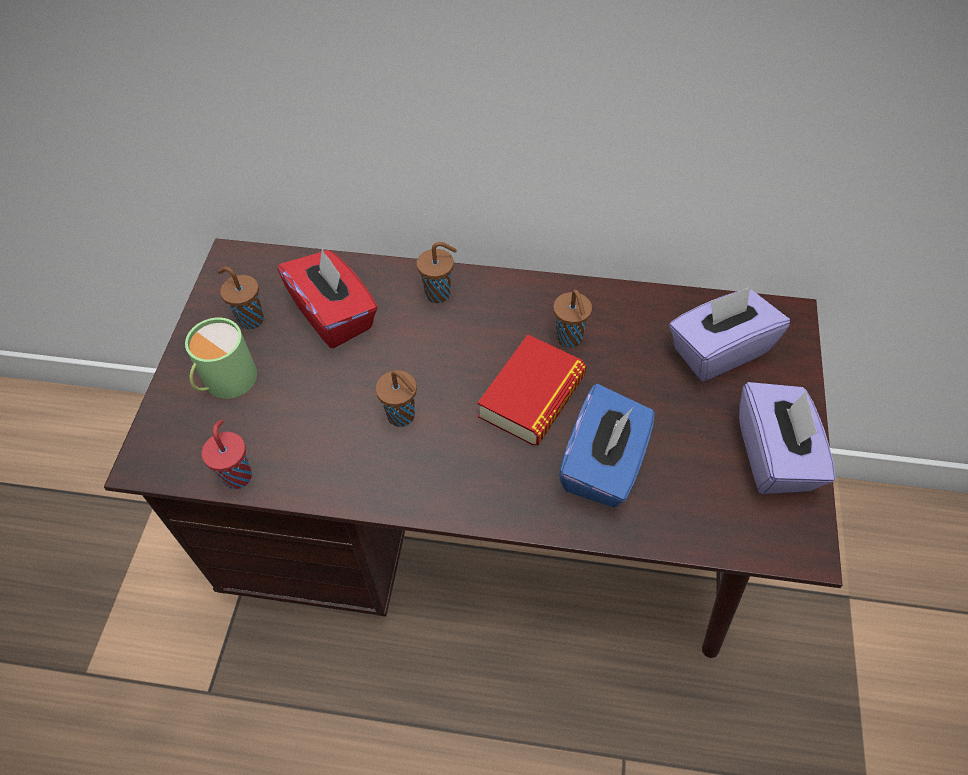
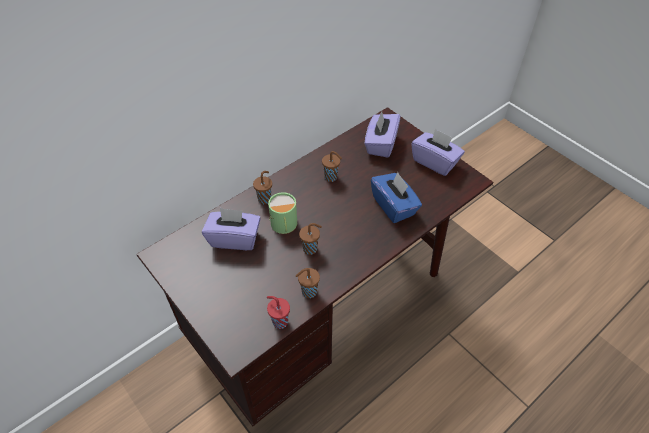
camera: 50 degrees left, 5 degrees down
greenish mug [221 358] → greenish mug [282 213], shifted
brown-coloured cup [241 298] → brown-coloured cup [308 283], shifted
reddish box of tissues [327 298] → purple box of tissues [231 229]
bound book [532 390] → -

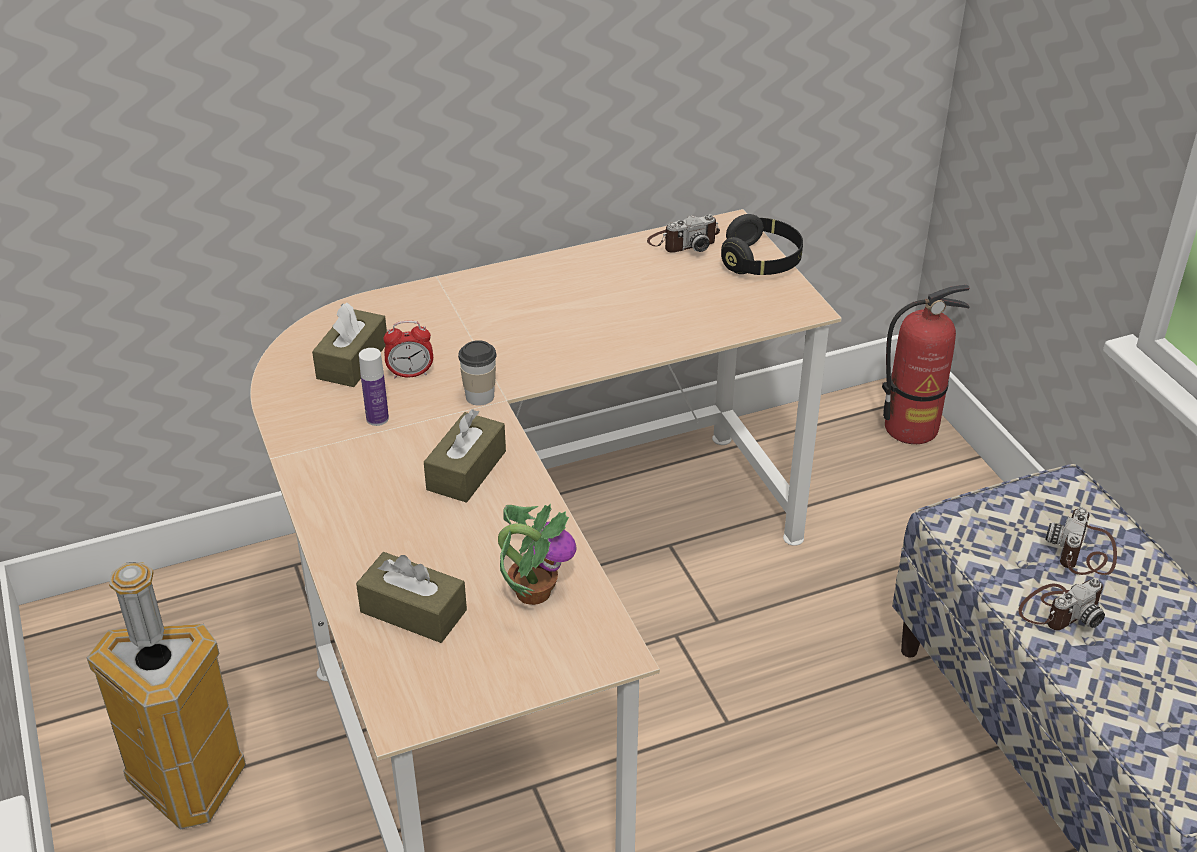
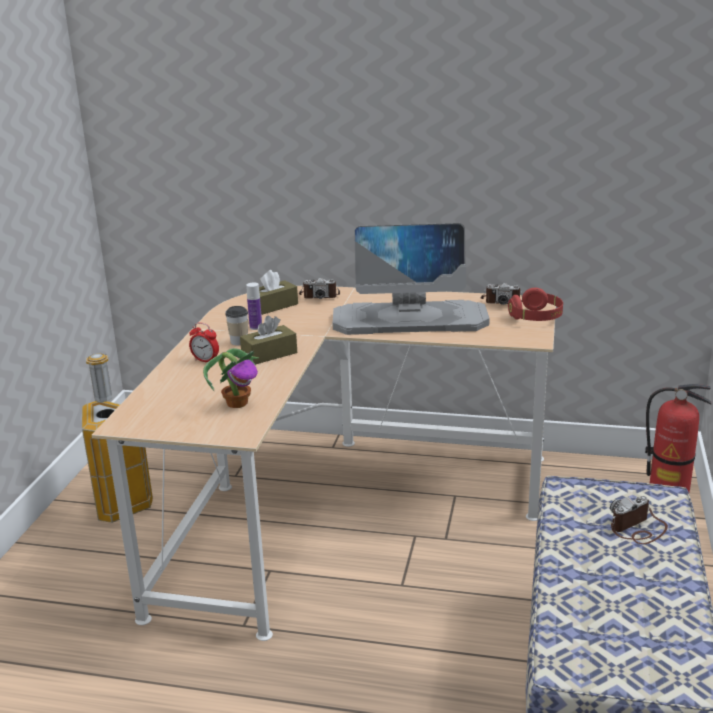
camera: 35 degrees right, 15 degrees down
brown-coloured box of tissues [411 597] → -
bedside clock [408 349] → bedside clock [204 342], shifted
cup [477 373] → cup [236 325], shifted
black headset [762 244] → reddish headset [535 304]
still camera [1061 604] → still camera [319 288], shifted
- → computer display [411 279]

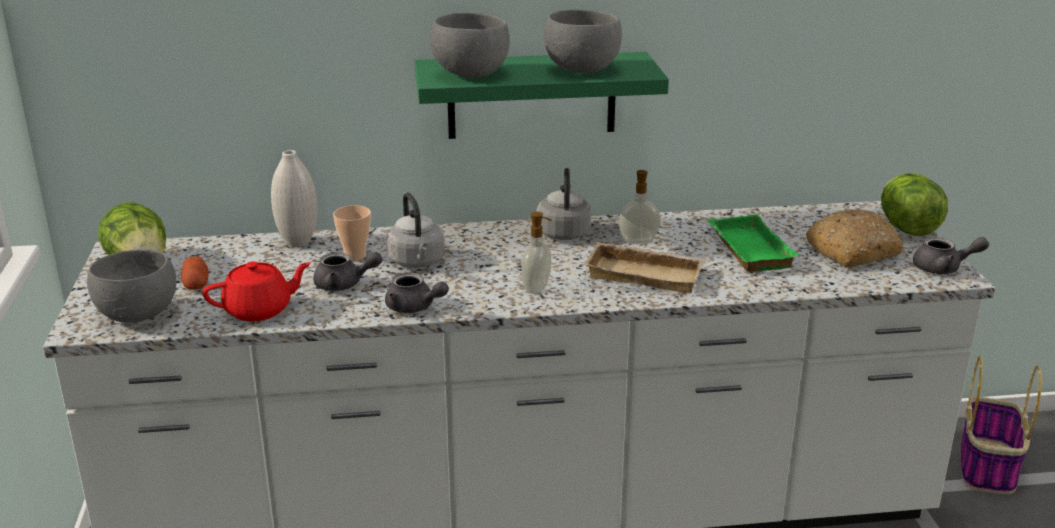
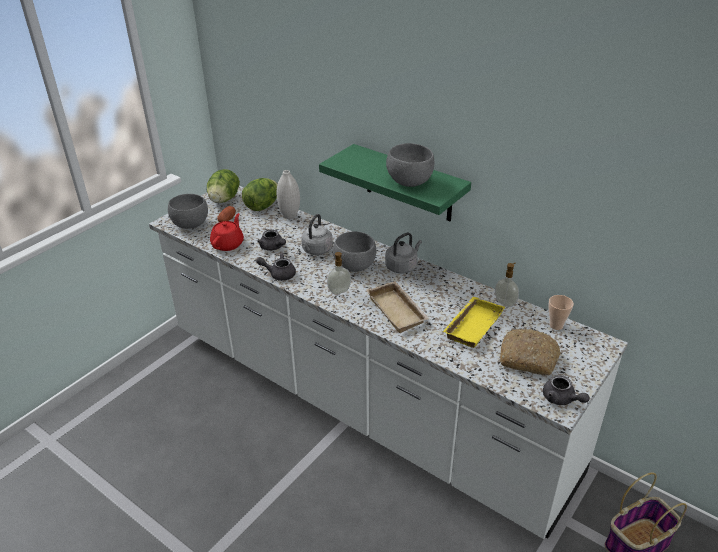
camera: 45 degrees right, 10 degrees up
reddish pot for tea [256 291] → reddish pot for tea [227 232], 90 degrees counterclockwise
cup [352 233] → cup [561 312], shifted
grey pot for tea [417 293] → grey pot for tea [276 266], 105 degrees clockwise
grey deep dish [470 45] → grey deep dish [354 251], shifted
soap bottle [639 207] → soap bottle [507 285], shifted
greenish carrying tray [753 243] → yellow-coloured carrying tray [474 322]
lettuce head [914 204] → lettuce head [260 194], shifted

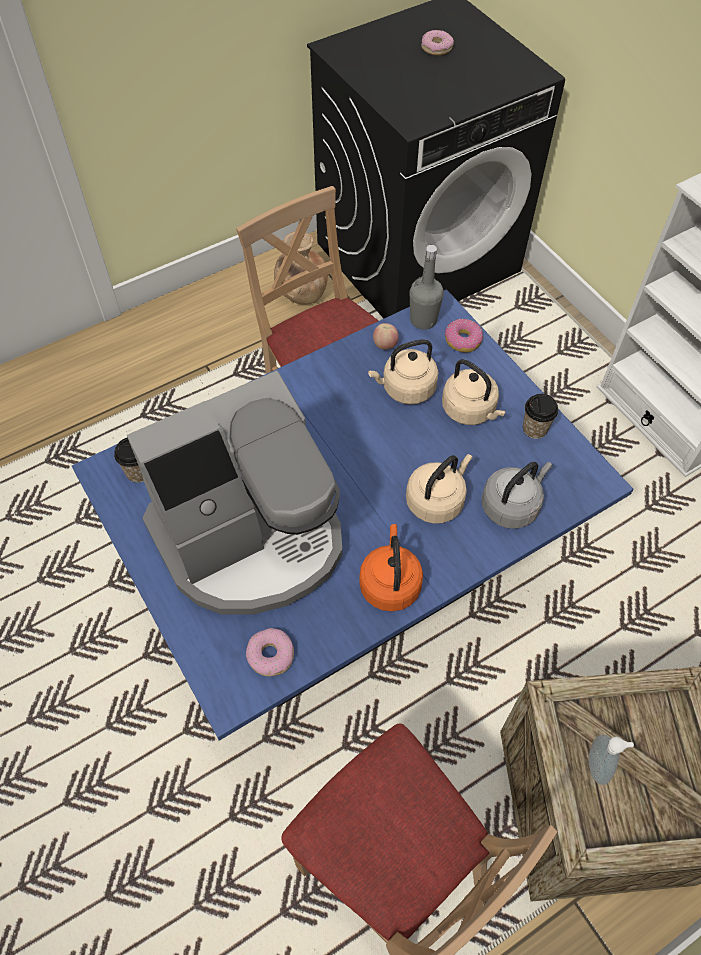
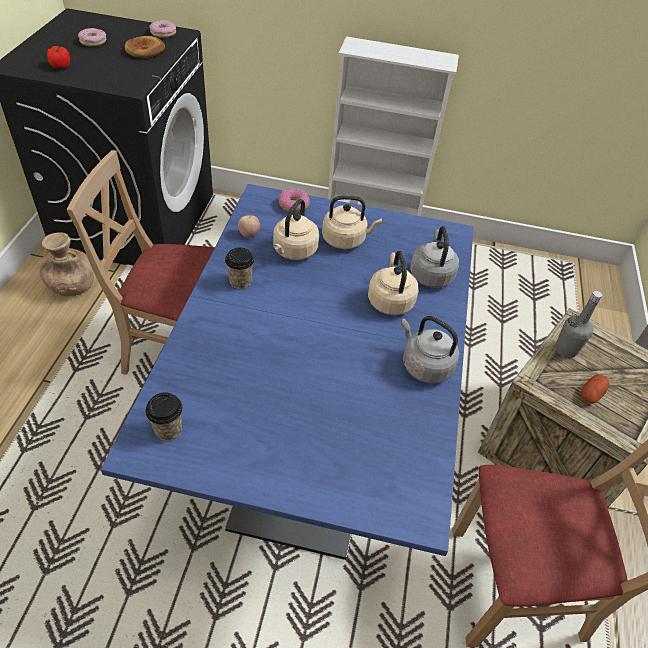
camera: 50 degrees left, 10 degrees down
coffee machine [234 492] → -
donut [270 652] → donut [162 29], shifted
orange water kettle [391 568] → grey water kettle [430 349]
grey drink bottle [427 287] → grey drink bottle [578 324], shifted
cup [540 416] → cup [239 268], shifted
soap bottle [611 759] → potato [595 389]
- → whole tomato [58 57]
- → baked bread [145 47]

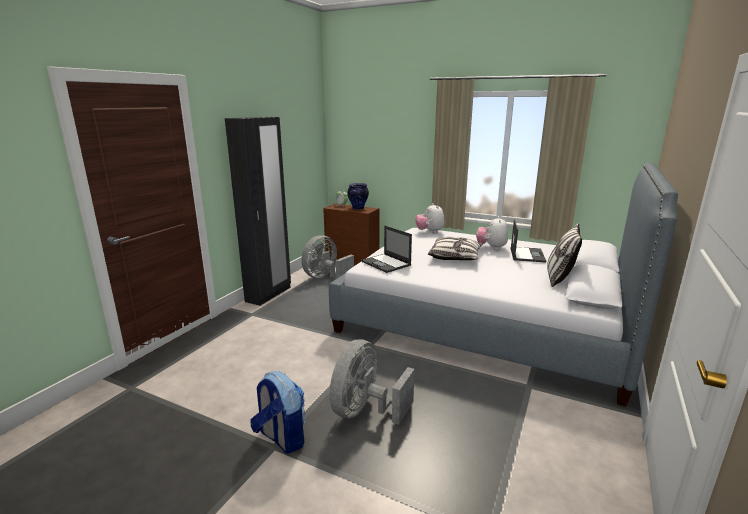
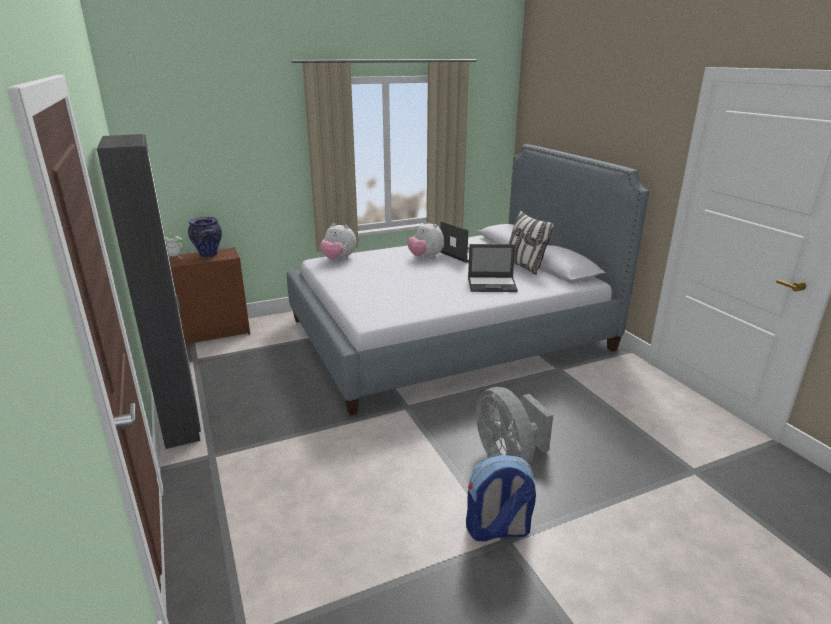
camera: 50 degrees left, 5 degrees up
grey electric fan [327 257] → -
laptop [386 249] → laptop [493 268], shifted
pillow [455 248] → -

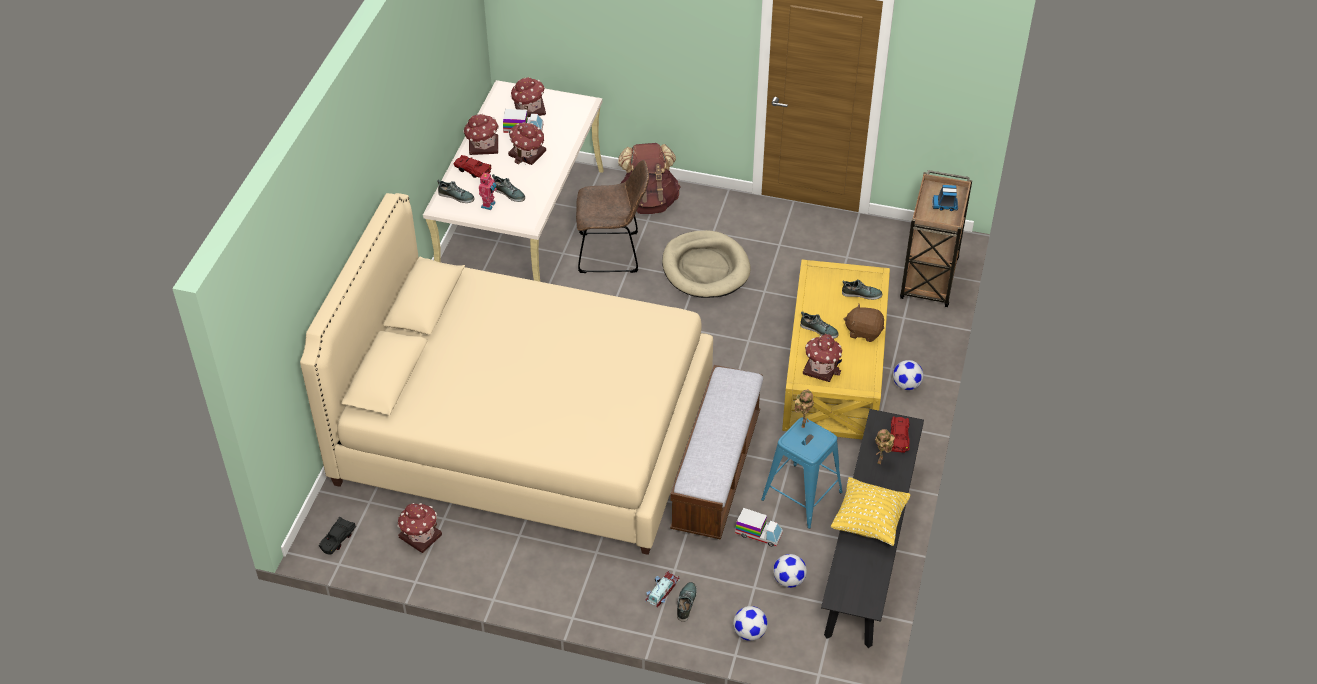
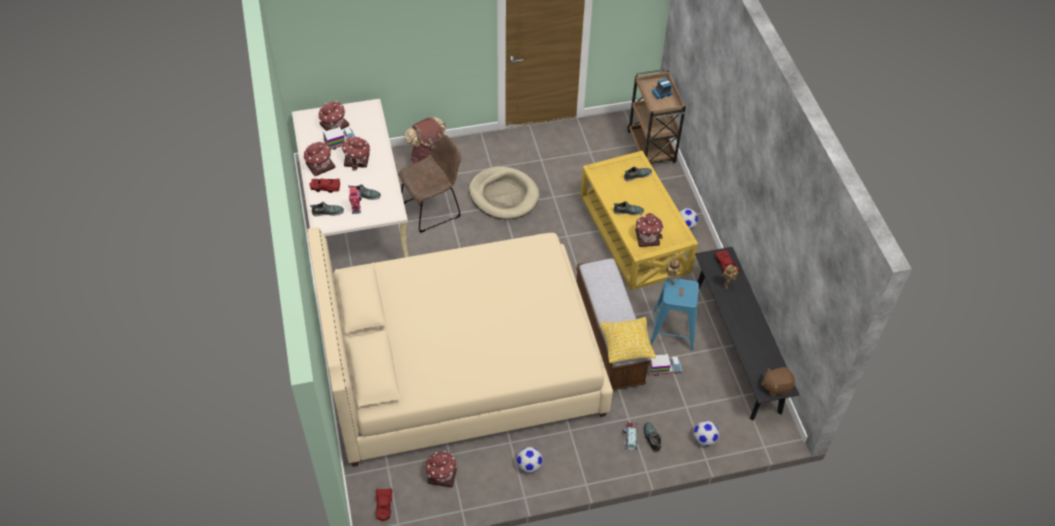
camera: 30 degrees left, 5 degrees up
black miniature car [337 535] → reddish miniature car [384 504]
football ball [790 571] → football ball [529 460], shifted
yellow-coloured pillow [870 511] → yellow-coloured pillow [628 340], shifted
brown-coloured cuddly toy [864 323] → brown-coloured cuddly toy [778 381], shifted

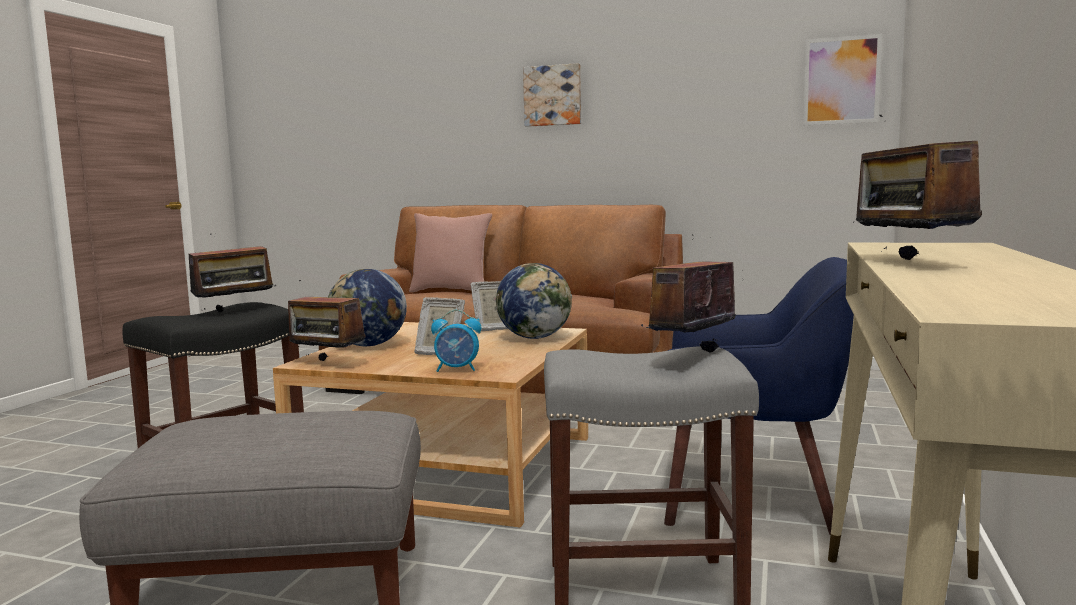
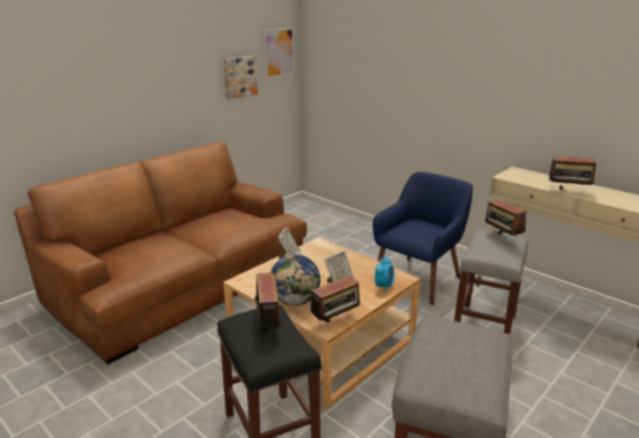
camera: 65 degrees left, 15 degrees up
pink pillow [450 252] → -
globe [534 301] → -
wall art [552 95] → wall art [241 77], shifted

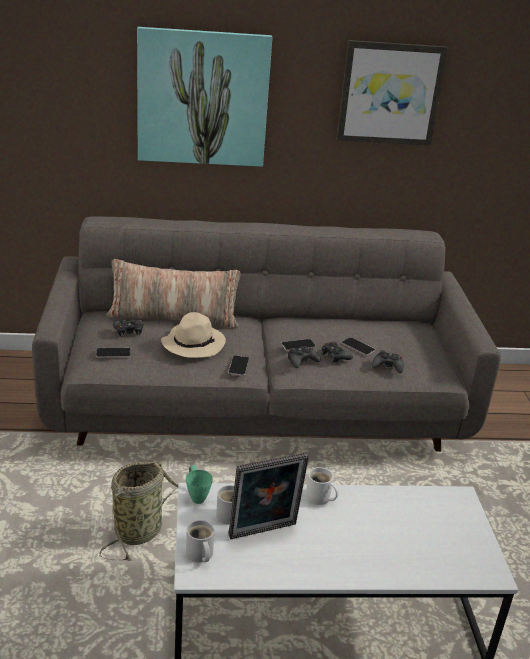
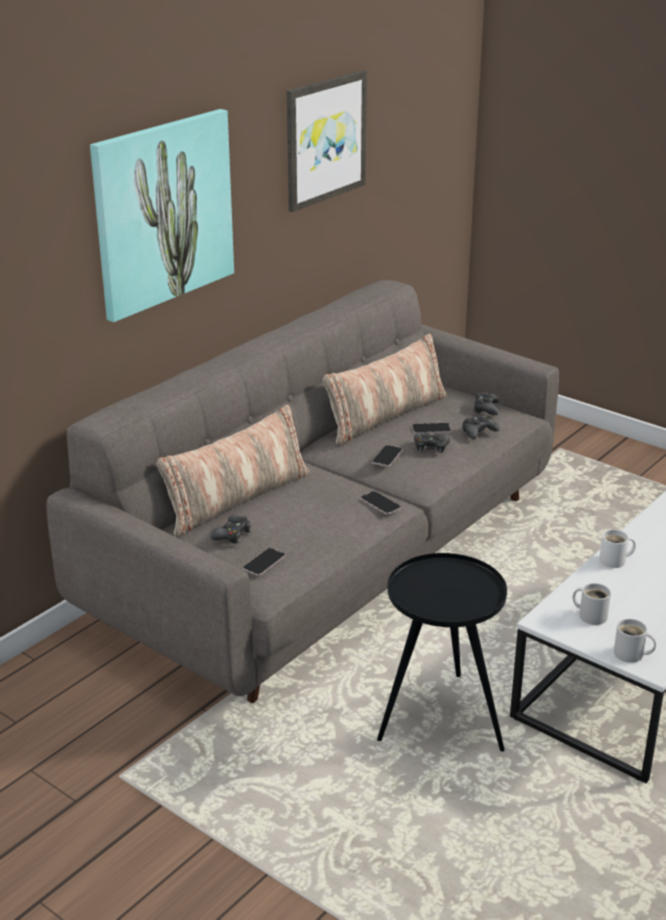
camera: 45 degrees left, 0 degrees up
storage basket [138 511] → black accent table [442 652]
sand-coloured hat [193 335] → -
greenish mug [199 484] → -
photo frame [268 496] → -
black gamepad [304 357] → black gamepad [486 404], shifted
- → pillow [385 389]

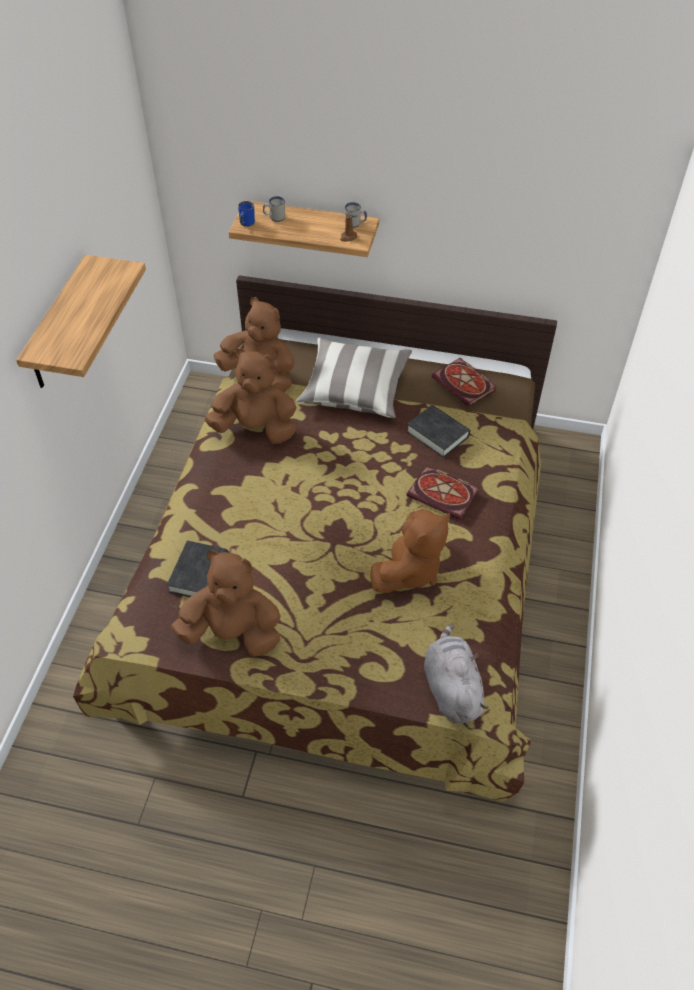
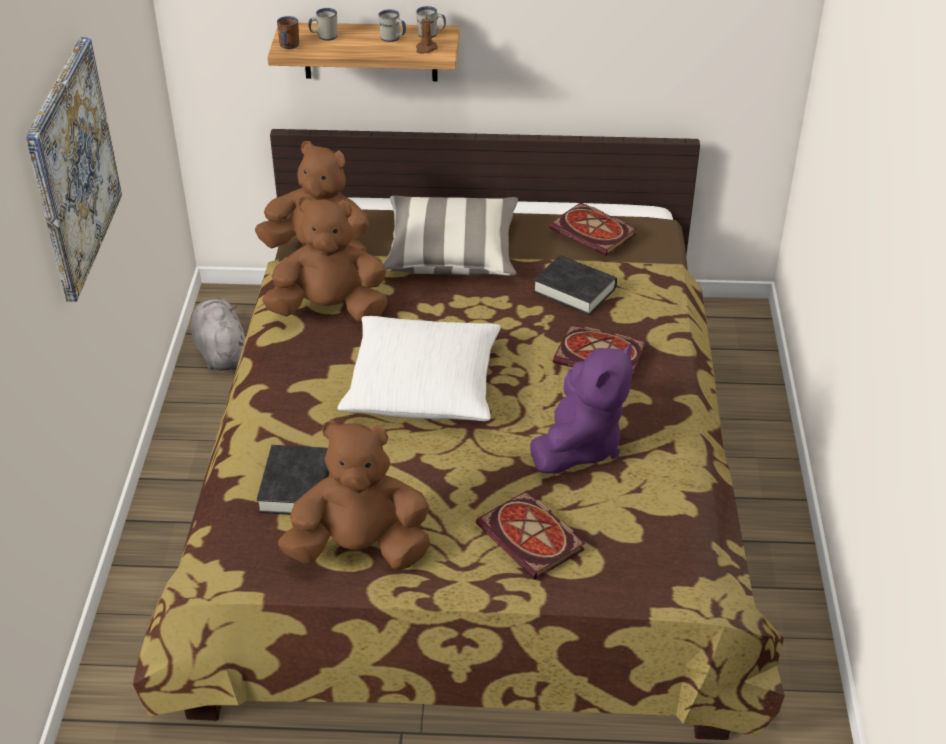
camera: 10 degrees left, 10 degrees down
wall shelf [81 321] → wall art [74 169]
bluish mug [246 214] → brown-coloured mug [288 32]
brown-coloured cuddly toy [410 551] → purple cuddly toy [581 409]
grey cuddly toy [456 673] → grey cuddly toy [218 334], shifted
- → white pillow [419 368]
- → white mug [392 25]
- → bound book [530 535]

